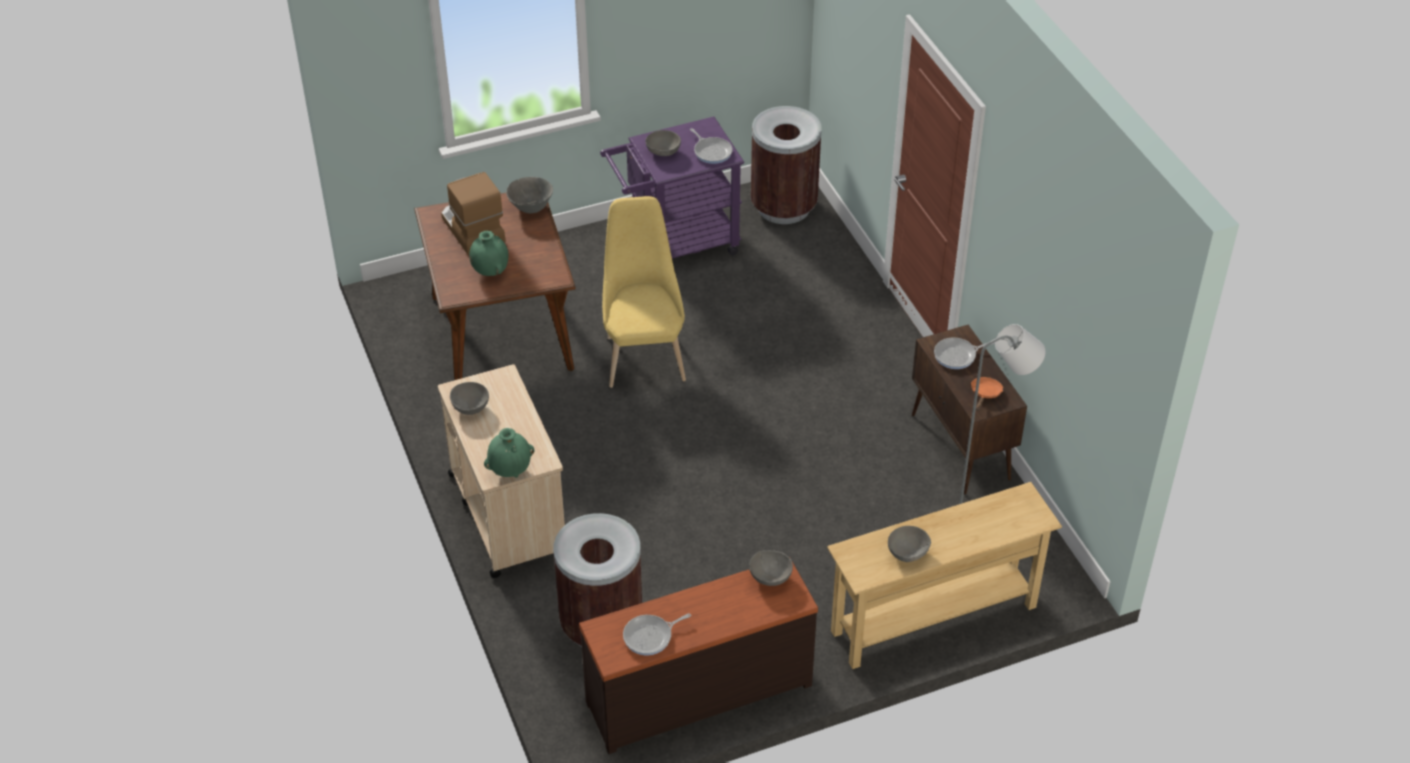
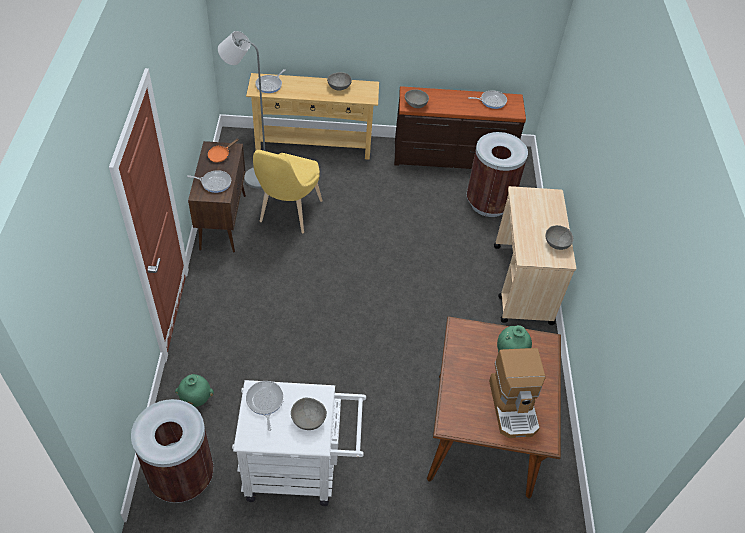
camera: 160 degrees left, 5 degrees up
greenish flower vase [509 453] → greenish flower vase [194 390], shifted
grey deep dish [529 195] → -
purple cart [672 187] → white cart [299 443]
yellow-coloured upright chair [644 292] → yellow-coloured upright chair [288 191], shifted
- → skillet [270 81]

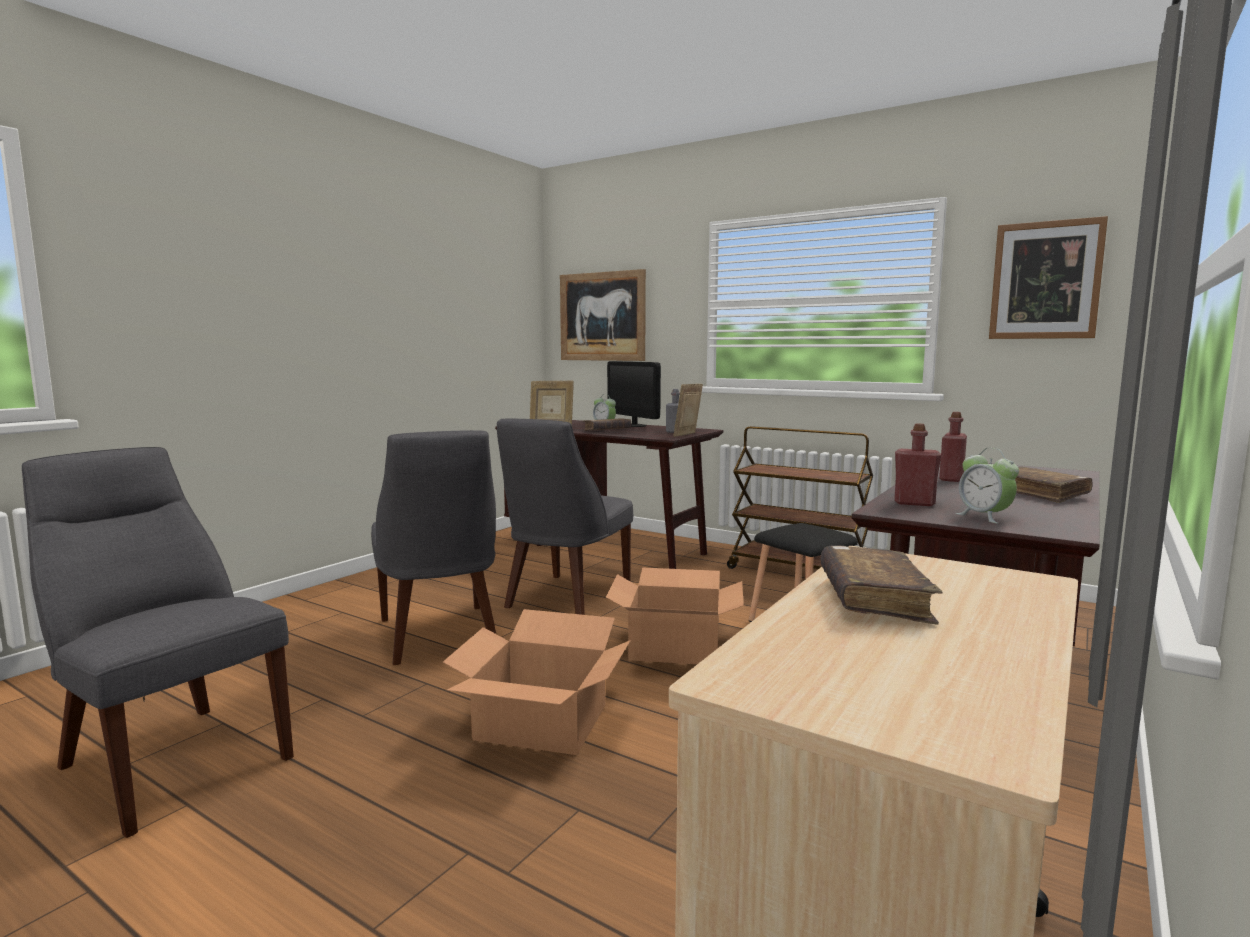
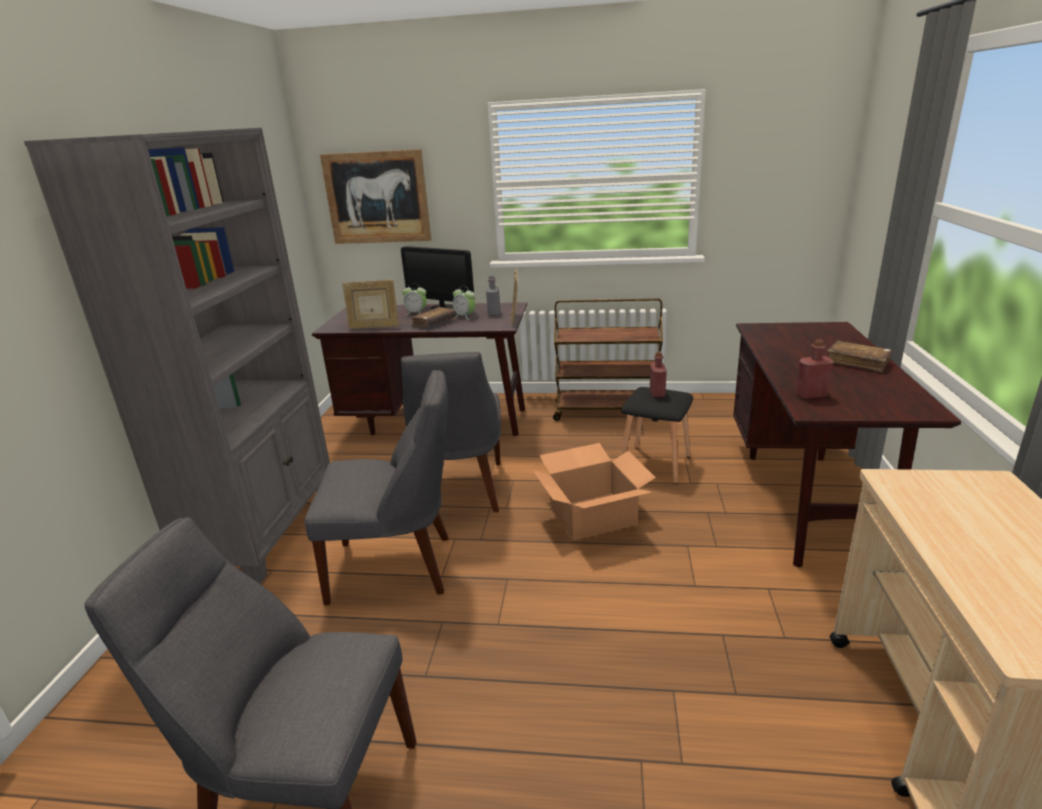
camera: 25 degrees left, 15 degrees up
grey upright chair [433 547] → grey upright chair [376 488], 45 degrees counterclockwise
carton [537 682] → -
brown-coloured bound book [881 585] → -
reddish drink bottle [953 447] → reddish drink bottle [658 374], shifted
bedside clock [987 486] → bedside clock [464 303], shifted
wall art [1048 277] → -
- → grey bookshelf [177 355]

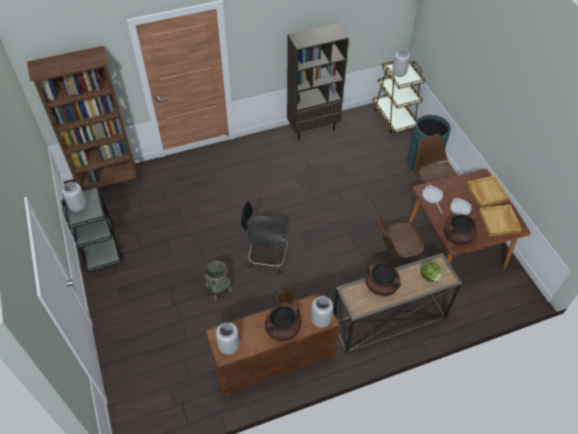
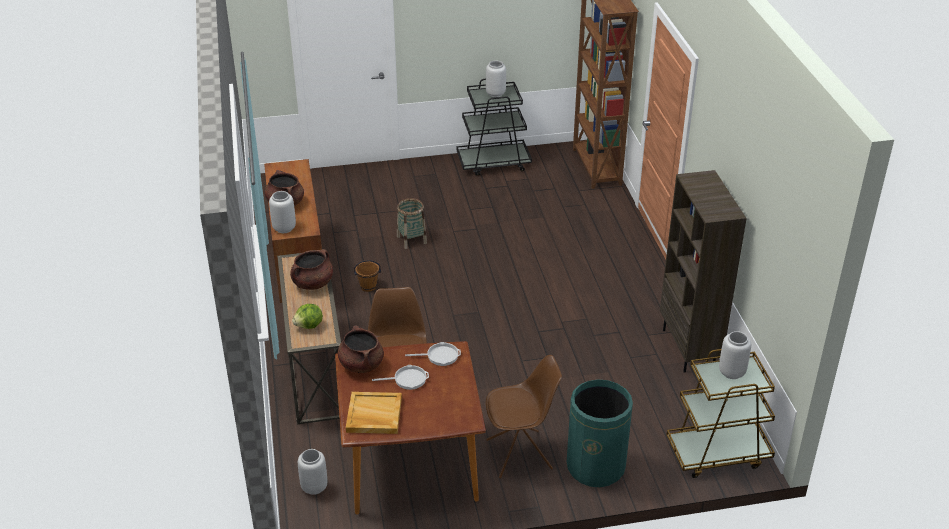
camera: 100 degrees right, 15 degrees down
grey flower vase [228 338] → grey flower vase [313 472], shifted
black upright chair [264 236] → -
sand-coloured carrying tray [488 191] → -

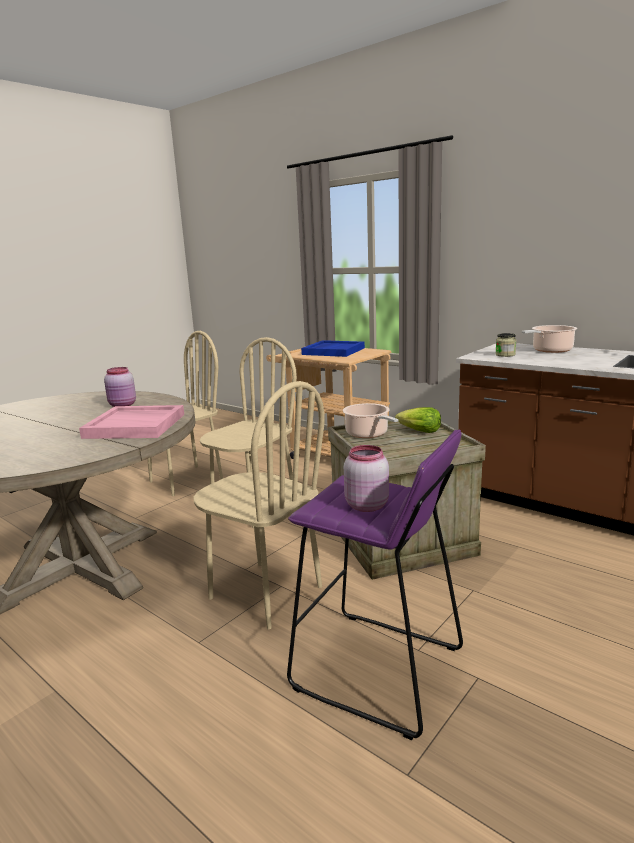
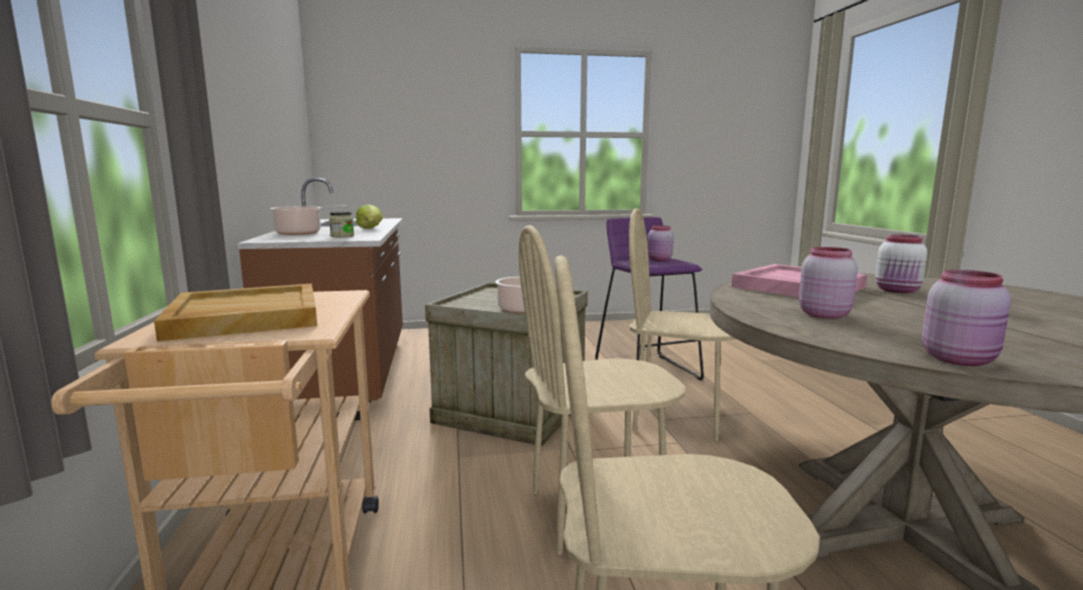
camera: 140 degrees left, 5 degrees down
sand-coloured upright chair [259 505] → sand-coloured upright chair [682 324], 60 degrees counterclockwise
bluish carrying tray [333 348] → sand-coloured carrying tray [235 312]
lettuce head [418 420] → lettuce head [369 216], shifted
- → white jar [901 263]
- → pink jar [966 318]

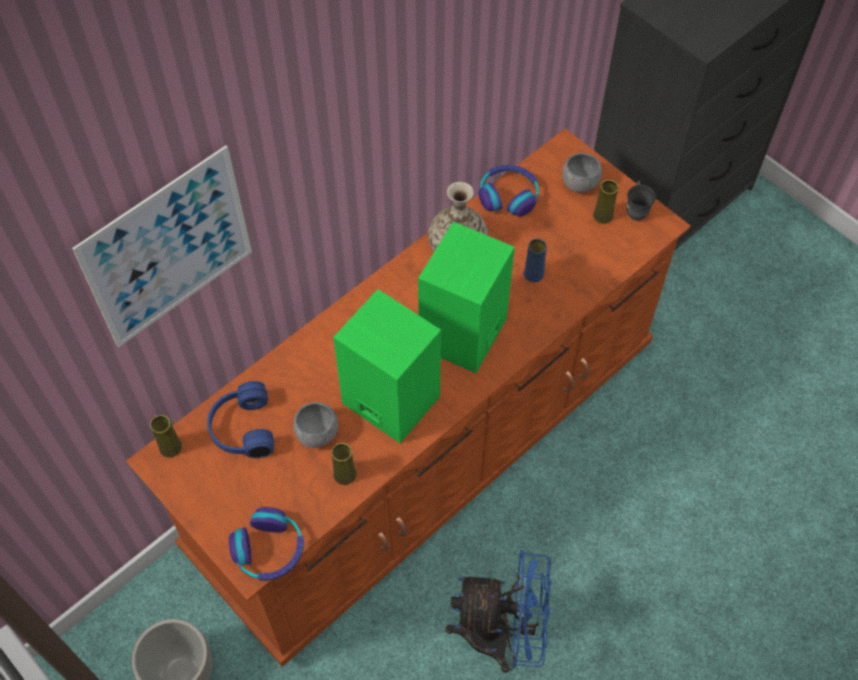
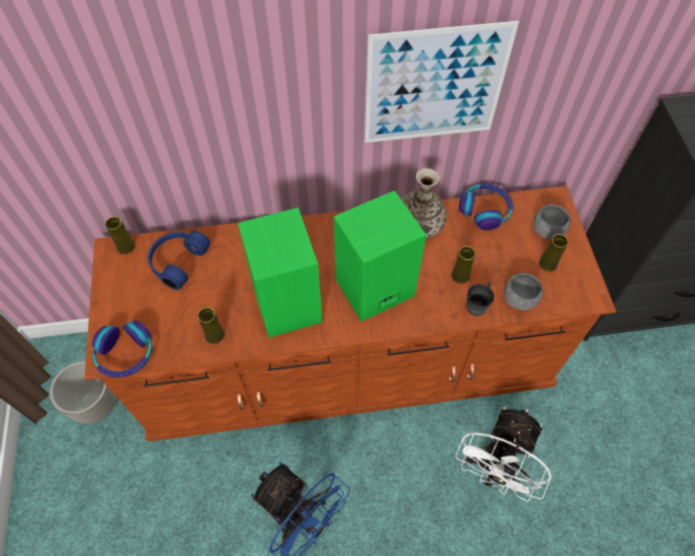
camera: 35 degrees right, 0 degrees up
wall art [162 246] → wall art [442 82], shifted
grey deep dish [315 425] → grey deep dish [523 291], shifted
bluish flower vase [535 260] → yellow-coloured flower vase [463 265]
grey mug [641 201] → grey mug [480 299], shifted
- → white electric fan [503 454]

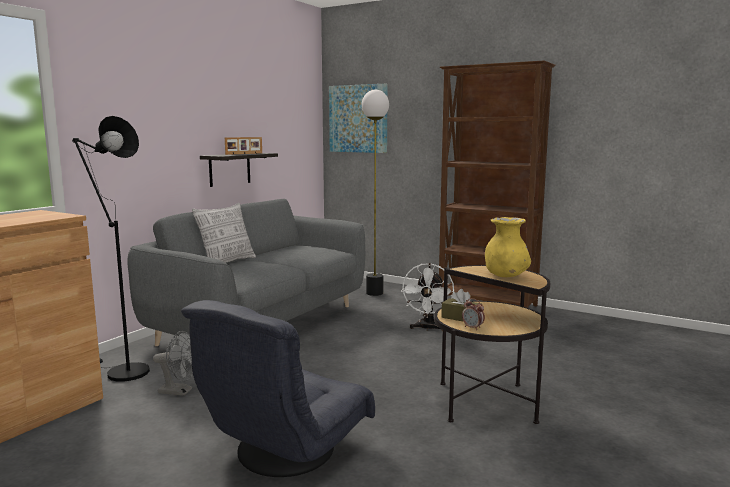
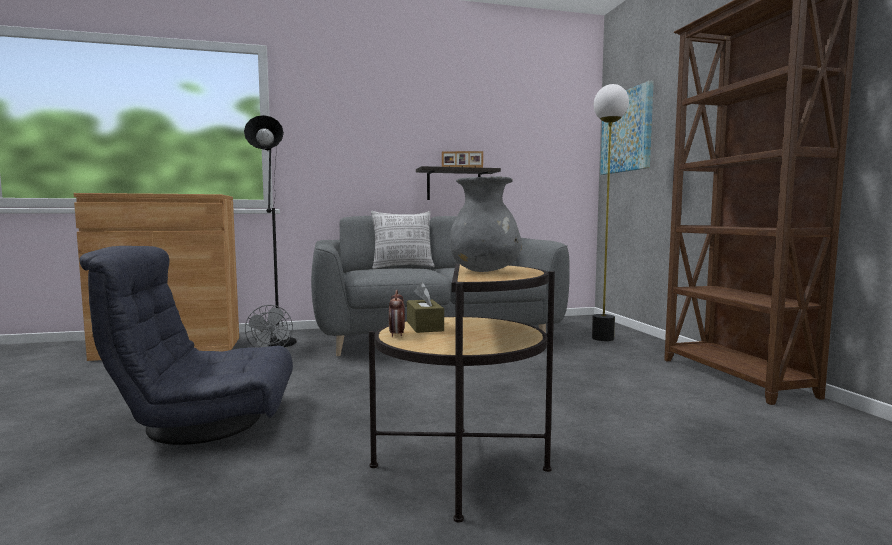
camera: 45 degrees right, 5 degrees down
white electric fan [427 297] → -
yellow-coloured flower vase [508 247] → grey flower vase [486 224]

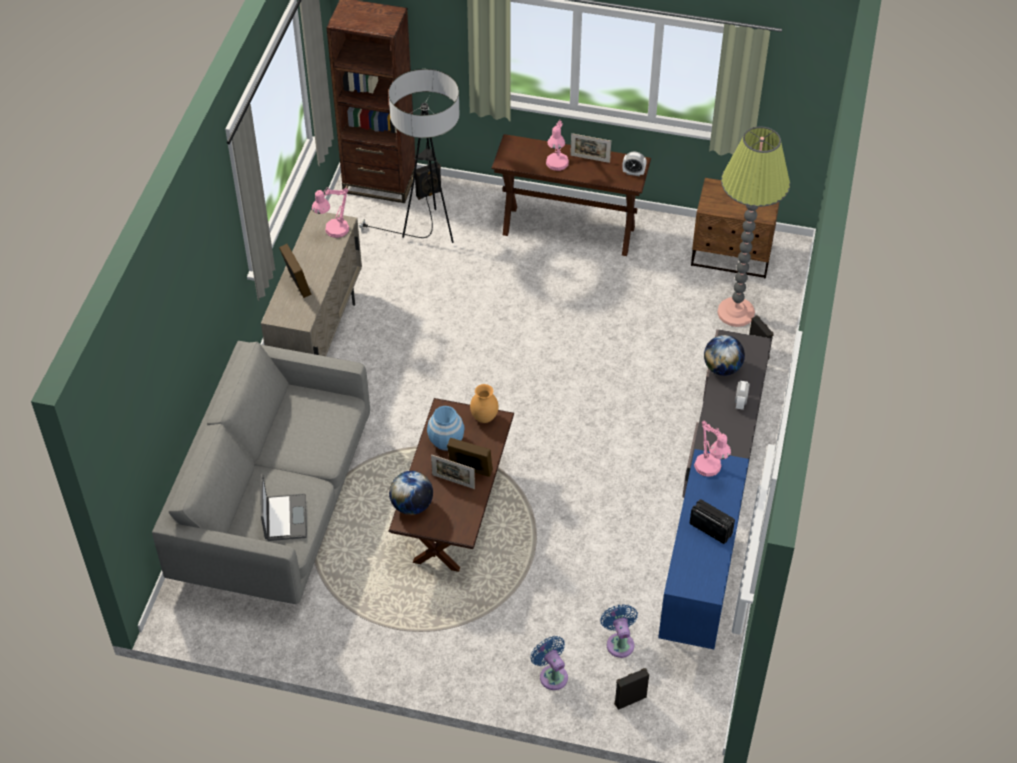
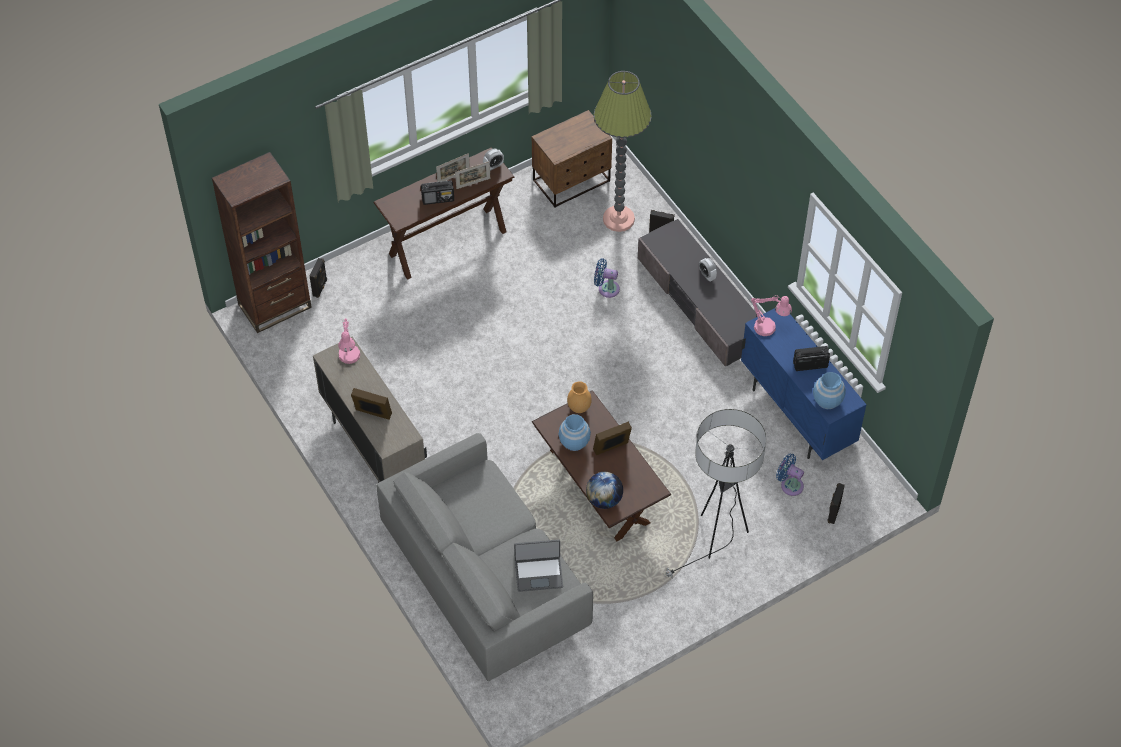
camera: 45 degrees left, 5 degrees up
laptop [283 507] → laptop [538 565], 135 degrees clockwise
standing lamp [408 156] → standing lamp [715 493], shifted
photo frame [453 471] → photo frame [472 175], shifted
bluish electric fan [549 663] → bluish electric fan [607 278], shifted
pink table lamp [557 145] → radio set [437 192]
globe [724 355] → -
- → bluish flower vase [829 390]

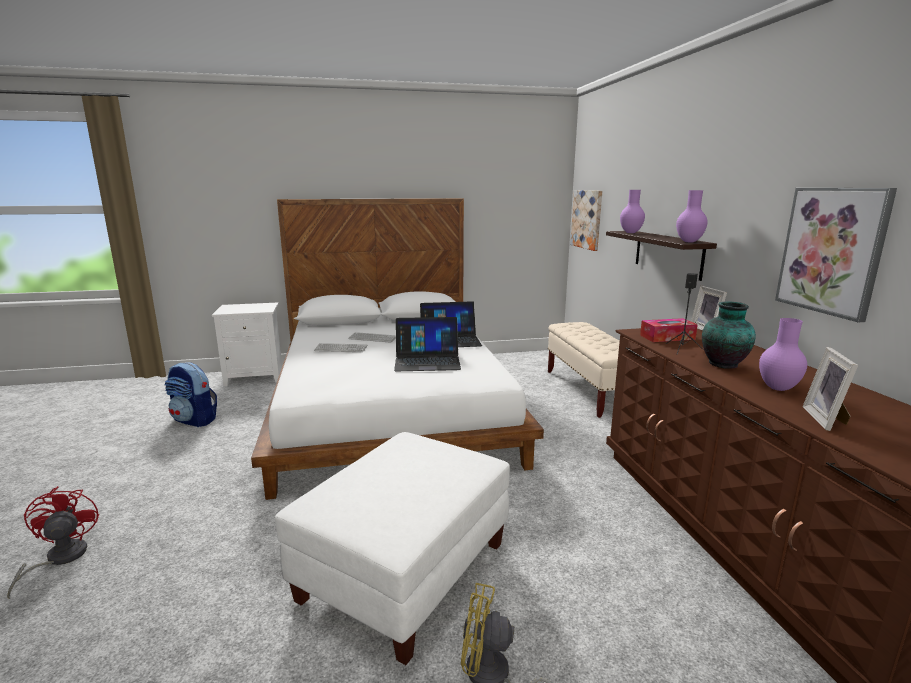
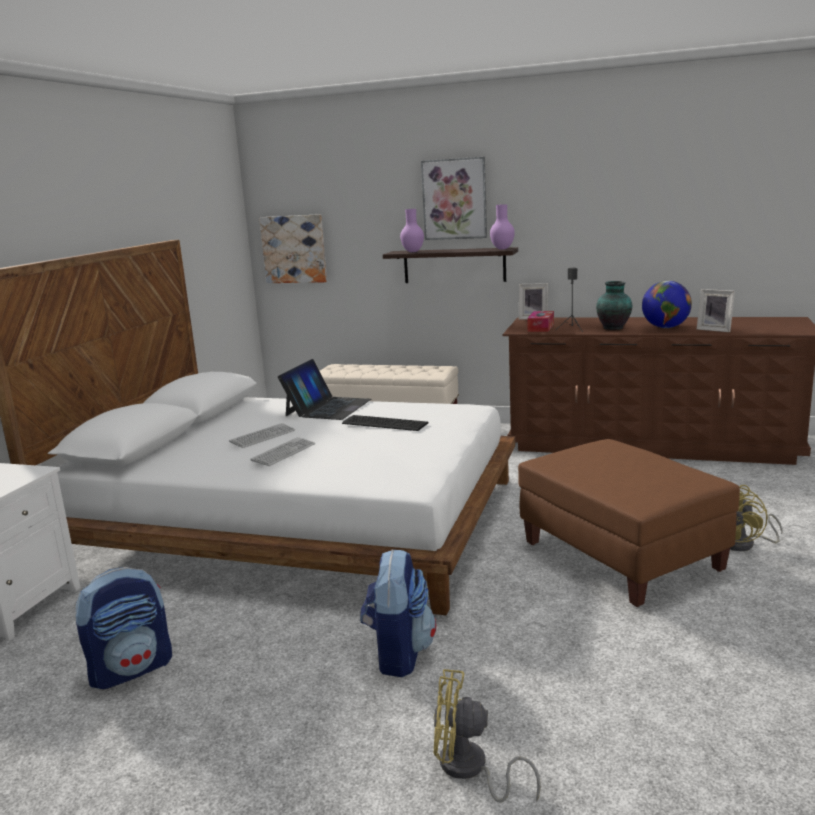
camera: 60 degrees left, 0 degrees up
reddish electric fan [53 542] → yellow-coloured electric fan [487 736]
white footrest [392 548] → brown-coloured footrest [629 523]
laptop [427 344] → computer keyboard [385 423]
purple flower vase [783 354] → globe [667 304]
wall art [836 255] → wall art [454 198], shifted
- → knapsack [398 613]

